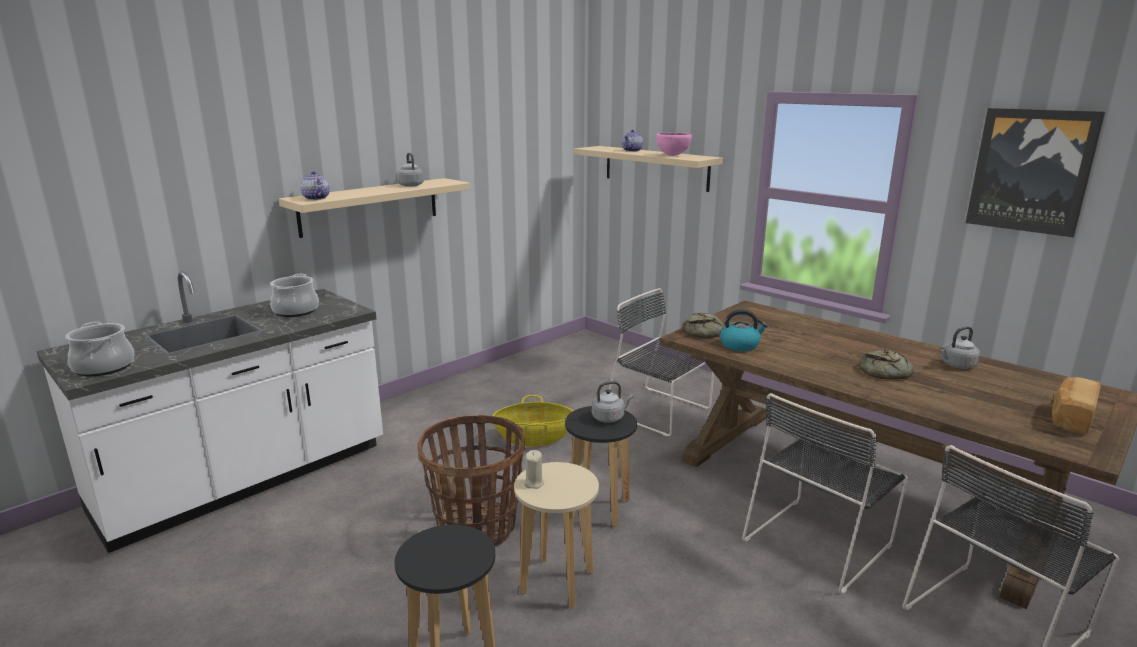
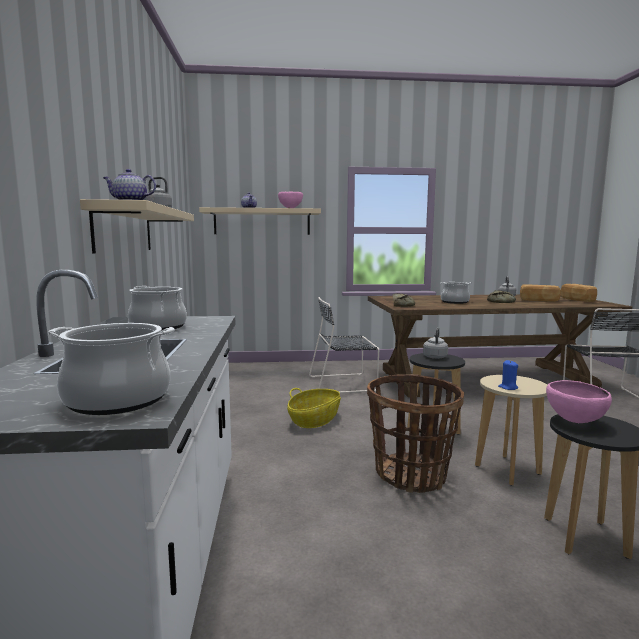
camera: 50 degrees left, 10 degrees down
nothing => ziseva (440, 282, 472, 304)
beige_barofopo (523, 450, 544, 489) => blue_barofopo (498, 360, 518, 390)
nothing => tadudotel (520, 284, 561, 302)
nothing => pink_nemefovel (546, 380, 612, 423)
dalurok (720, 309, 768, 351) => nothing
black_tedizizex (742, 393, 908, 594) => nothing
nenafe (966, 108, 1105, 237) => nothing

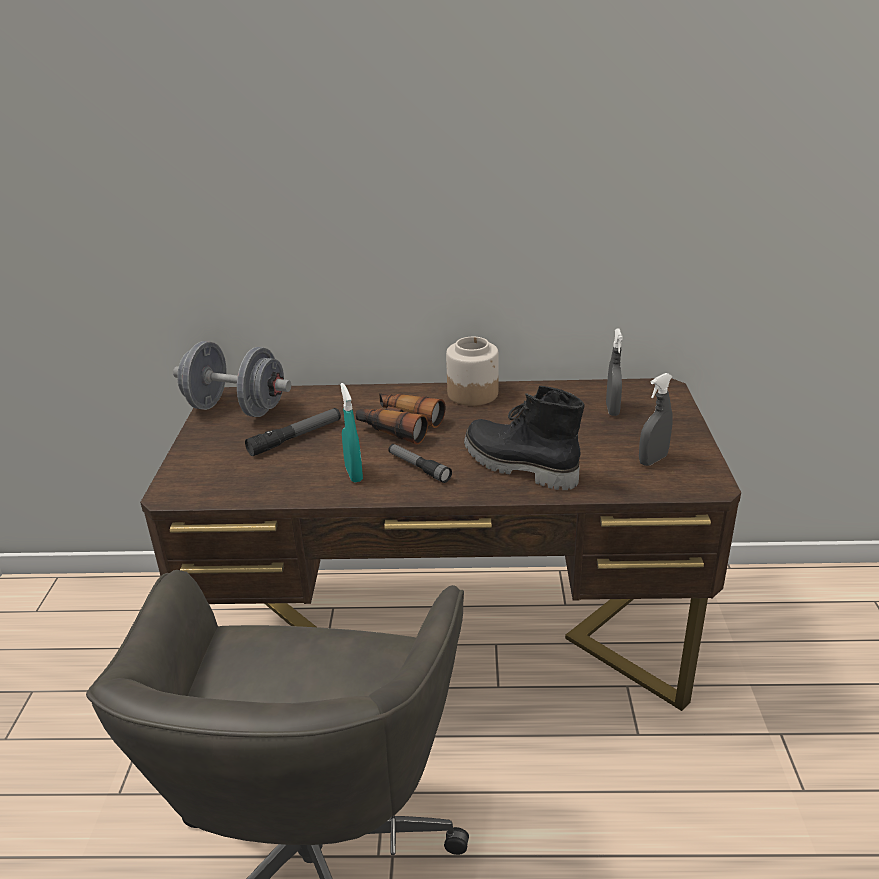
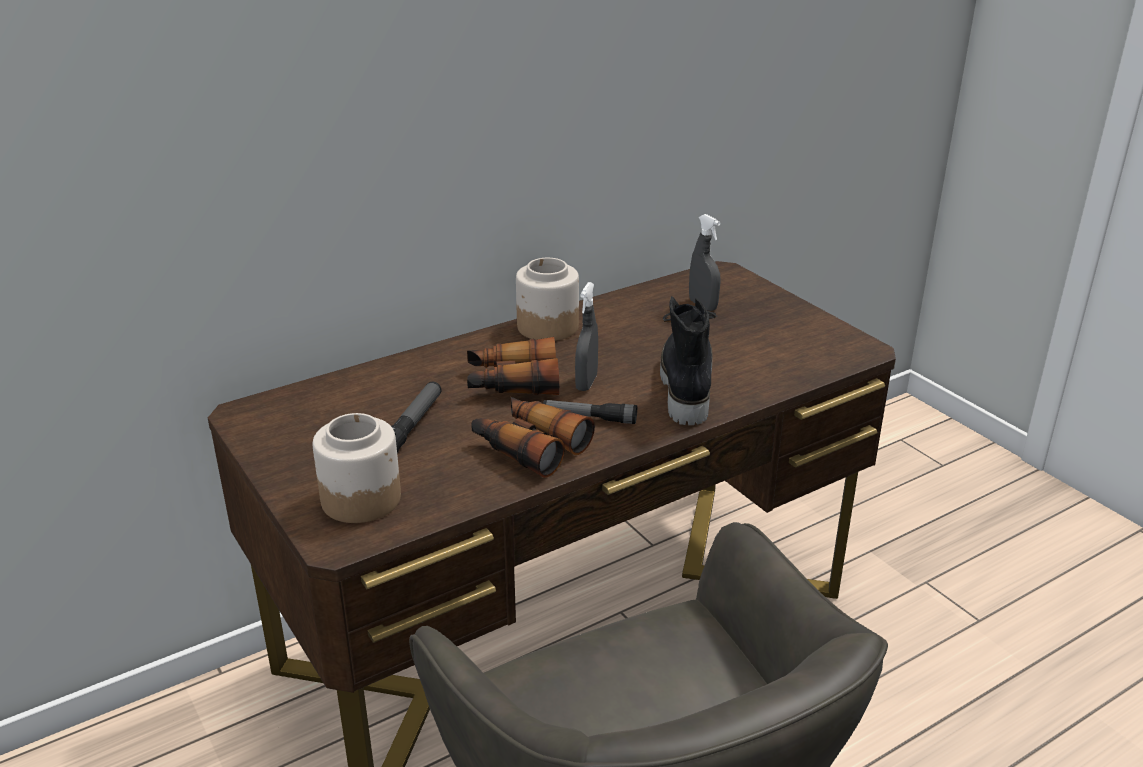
camera: 35 degrees left, 0 degrees up
nothing => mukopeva (312, 413, 401, 523)
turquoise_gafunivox (340, 383, 363, 482) => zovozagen (471, 397, 595, 478)
grey_gafunivox (639, 373, 673, 466) => grey_gafunivox (575, 282, 598, 391), shifted
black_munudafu (464, 386, 585, 490) => black_munudafu (660, 296, 717, 425), 90 degrees clockwise
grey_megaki (173, 341, 291, 417) => nothing

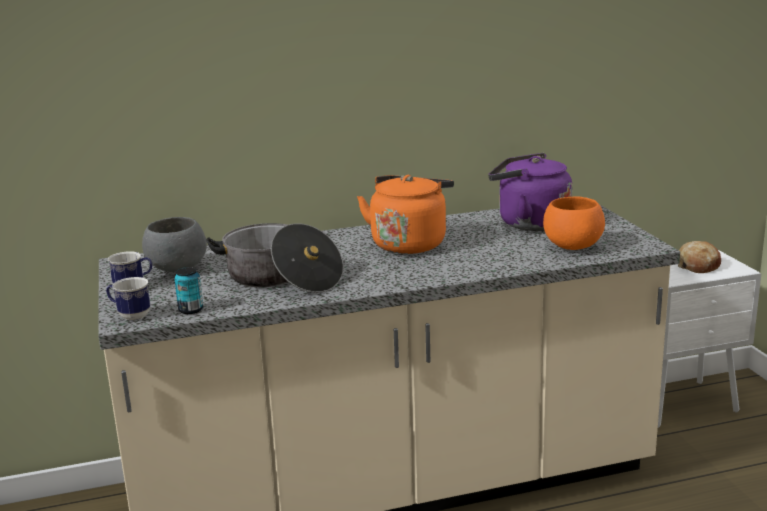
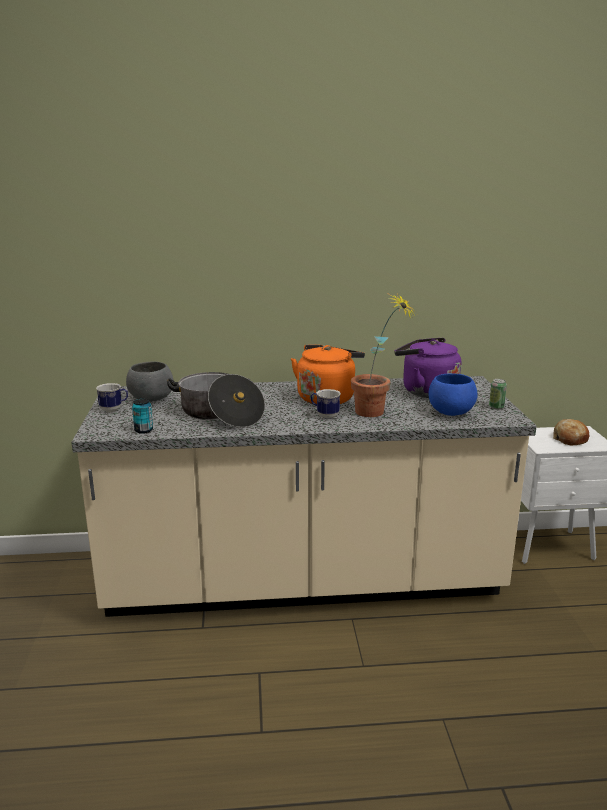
camera: 10 degrees right, 0 degrees up
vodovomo (106, 277, 150, 321) => vodovomo (311, 389, 341, 419), shifted
nothing => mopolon (351, 295, 417, 417)
orange_nemefovel (543, 196, 605, 250) => blue_nemefovel (429, 374, 478, 416)
nothing => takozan (489, 379, 507, 409)

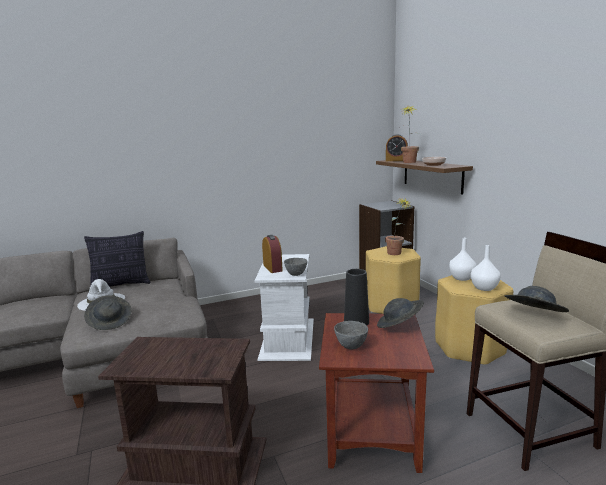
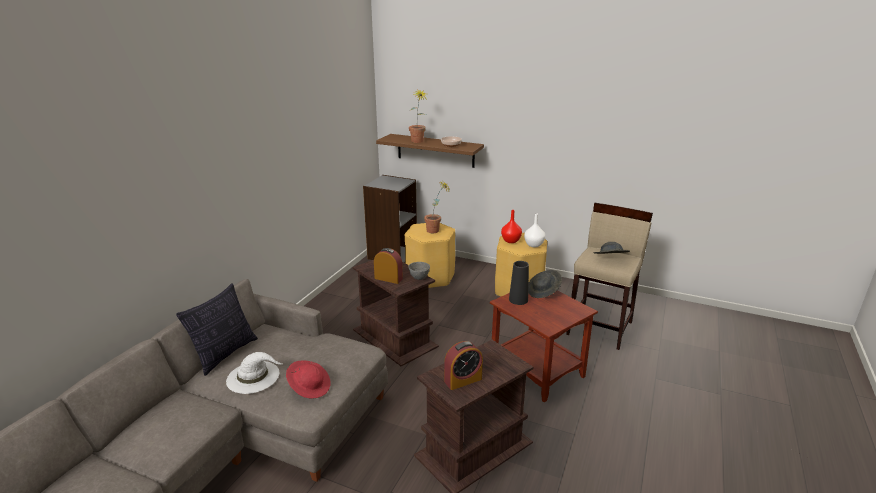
camera: 45 degrees left, 10 degrees up
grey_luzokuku (84, 295, 132, 330) => red_luzokuku (286, 360, 331, 398)
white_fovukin (255, 254, 314, 361) => brown_fovukin (353, 260, 439, 366)
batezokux (386, 134, 408, 161) => batezokux (444, 341, 483, 390), shifted
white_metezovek (449, 238, 477, 281) => red_metezovek (501, 210, 522, 243)
grey_nemefovel (334, 321, 368, 350) => nothing

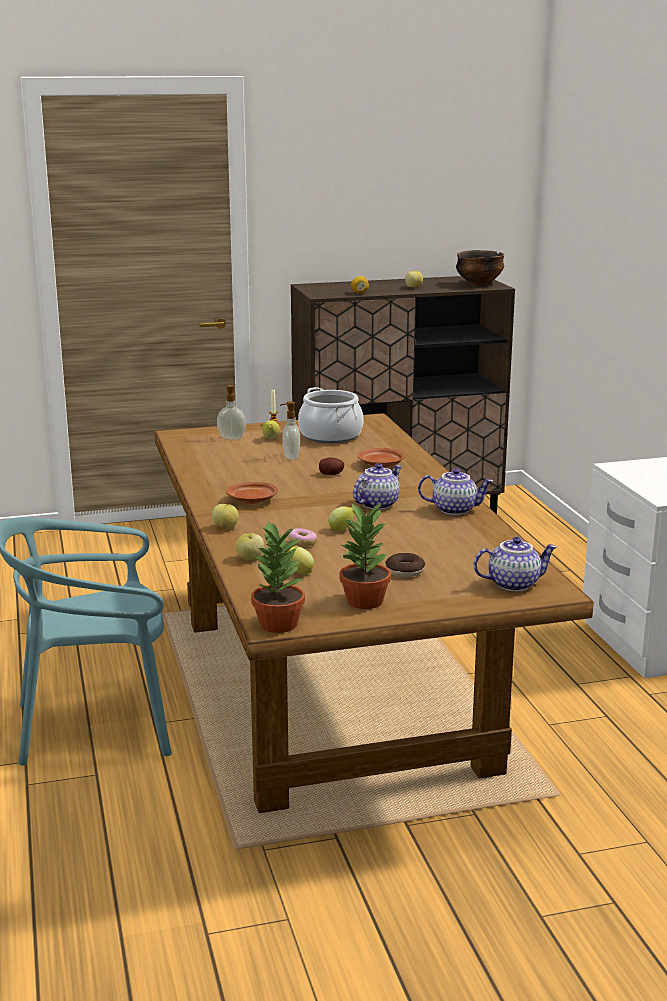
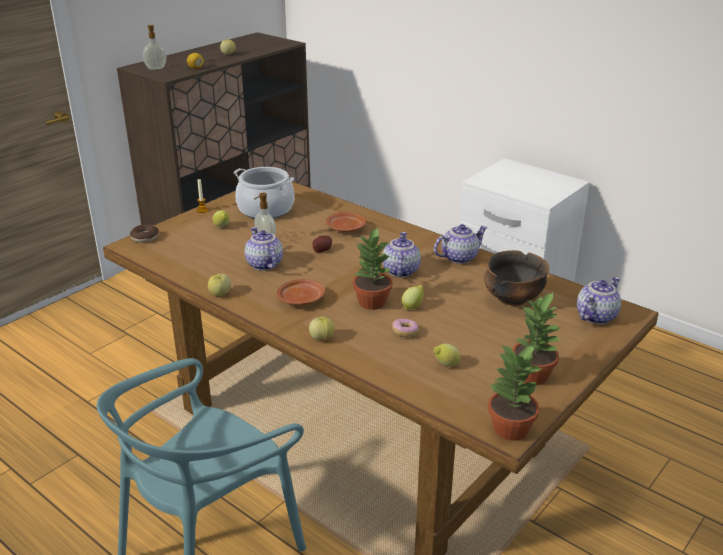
camera: 35 degrees left, 10 degrees up
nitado (385, 553, 426, 577) => nitado (130, 224, 159, 243), shifted
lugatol (217, 385, 246, 440) => lugatol (143, 25, 166, 70), shifted
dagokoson (236, 533, 264, 560) => dagokoson (208, 274, 231, 296), shifted
nothing => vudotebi (245, 227, 283, 271)
nothing => mopolon (353, 228, 393, 310)
nemefovel (456, 250, 504, 286) => nemefovel (484, 250, 549, 306), shifted

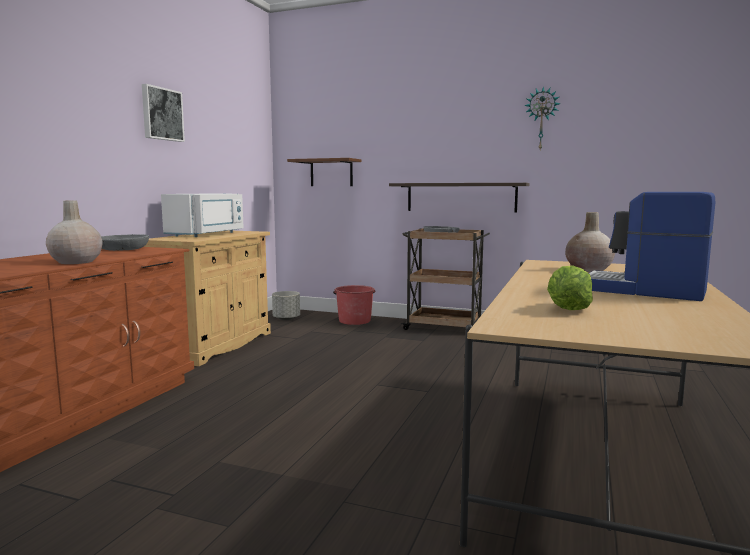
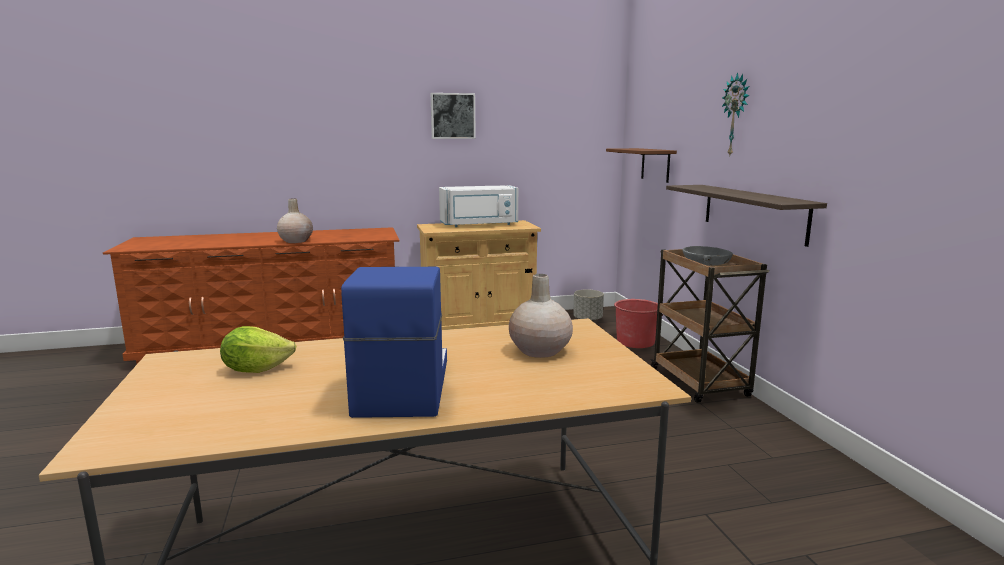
camera: 55 degrees right, 5 degrees up
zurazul (524, 86, 561, 150) => zurazul (722, 73, 750, 157), shifted
grey_nemefovel (101, 234, 149, 251) => nothing

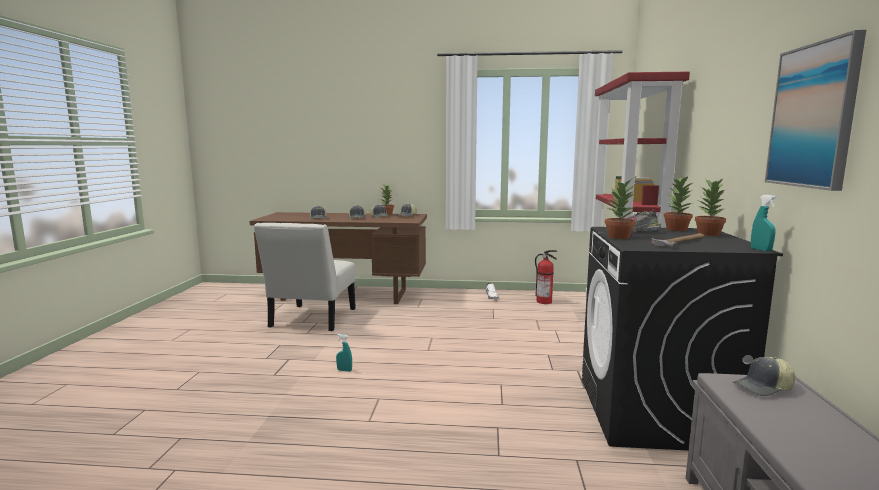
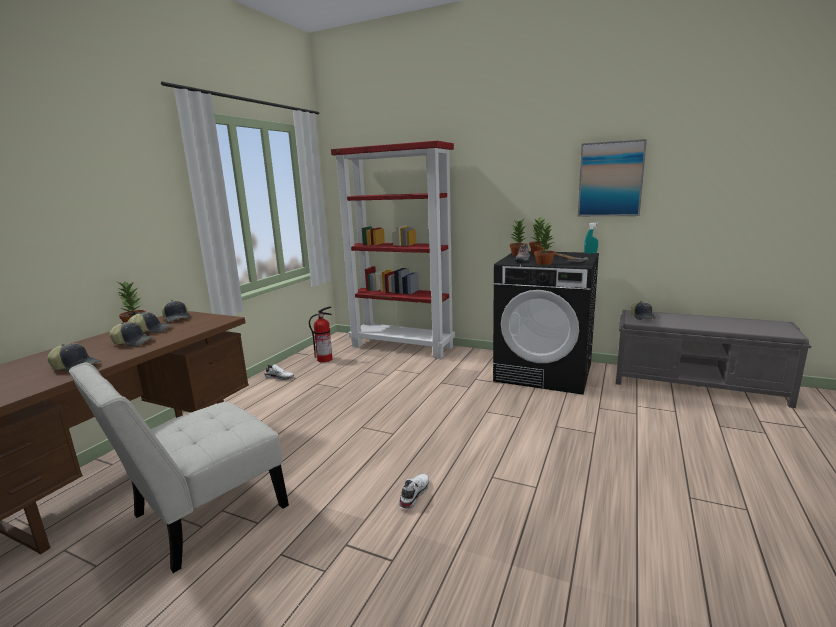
camera: 70 degrees left, 5 degrees up
white_tedizizex (254, 223, 356, 331) => white_tedizizex (69, 363, 289, 573), 105 degrees clockwise
turquoise_gafunivox (336, 334, 352, 372) => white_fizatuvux (399, 474, 429, 509)

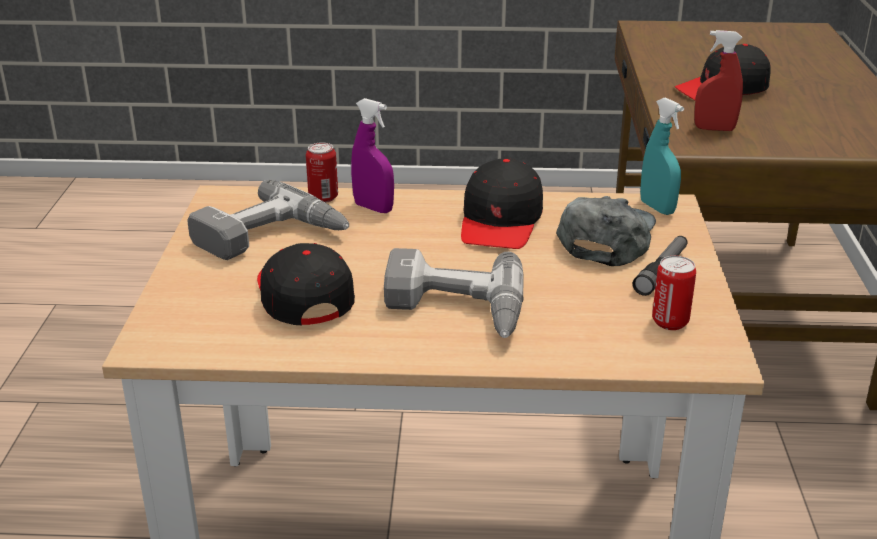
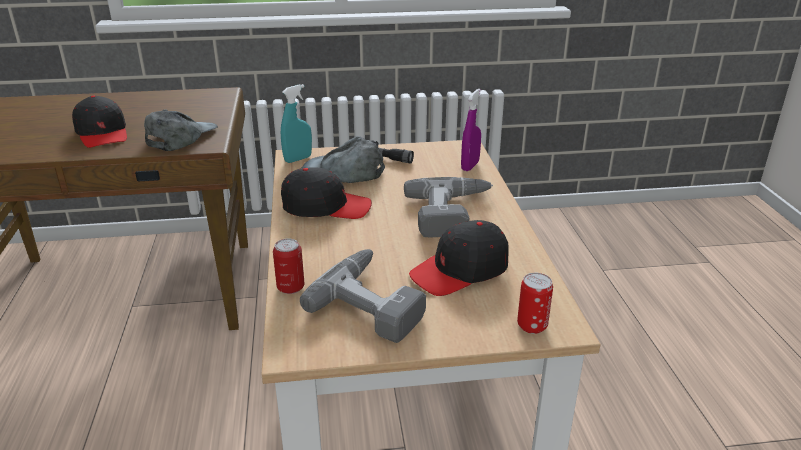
camera: 100 degrees left, 0 degrees up
red_gafunivox (694, 30, 743, 131) => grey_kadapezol (144, 109, 218, 151)
purple_gafunivox (351, 98, 394, 213) => purple_gafunivox (461, 89, 481, 171), shifted
takozan (652, 256, 696, 330) => takozan (517, 273, 553, 334), shifted

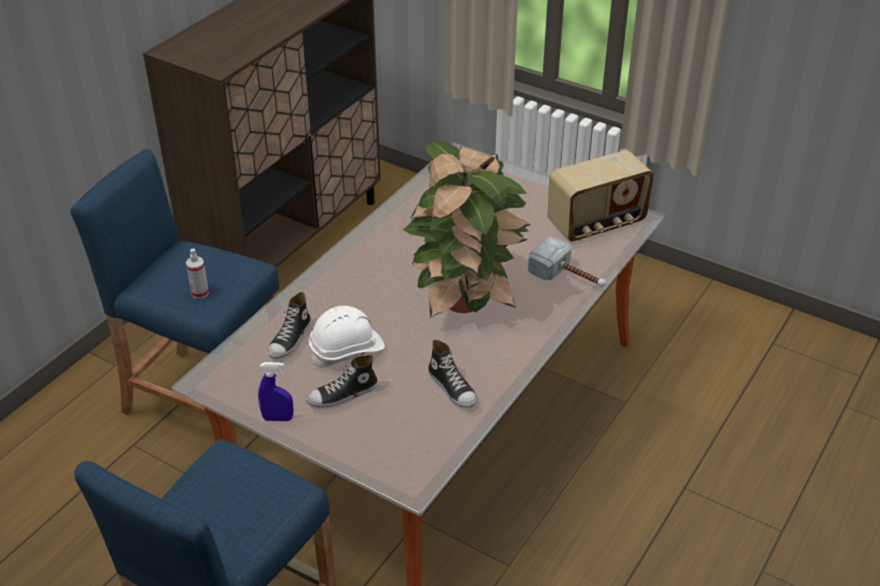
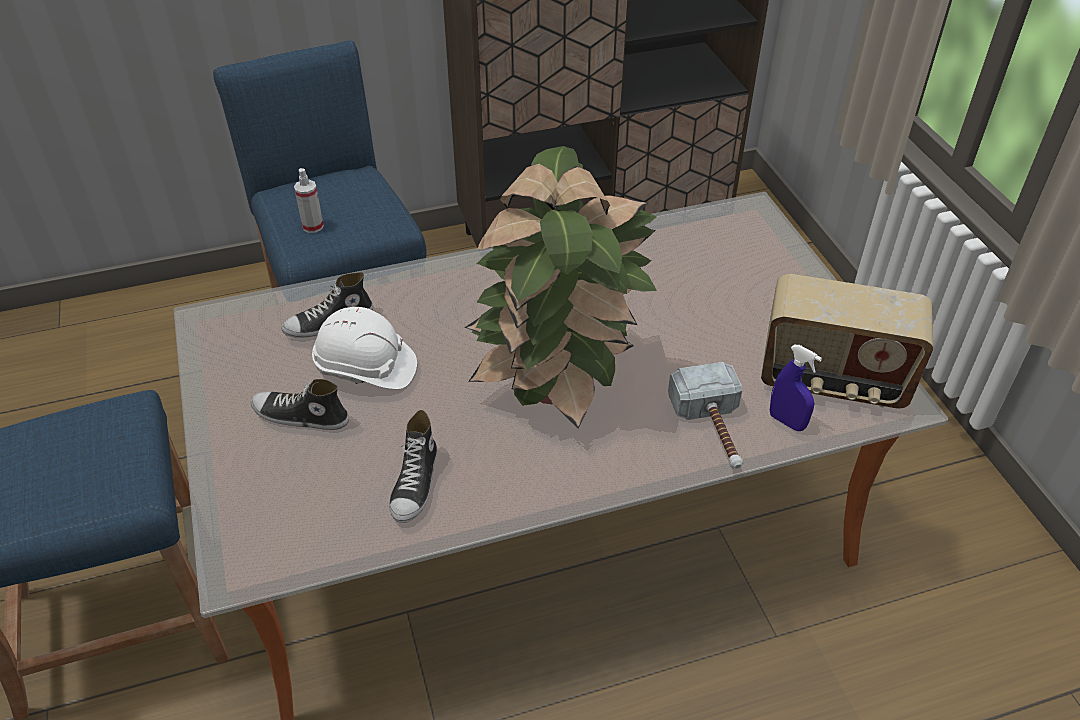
camera: 40 degrees right, 5 degrees up
blue_gafunivox (258, 362, 294, 421) => blue_gafunivox (770, 345, 822, 431), shifted

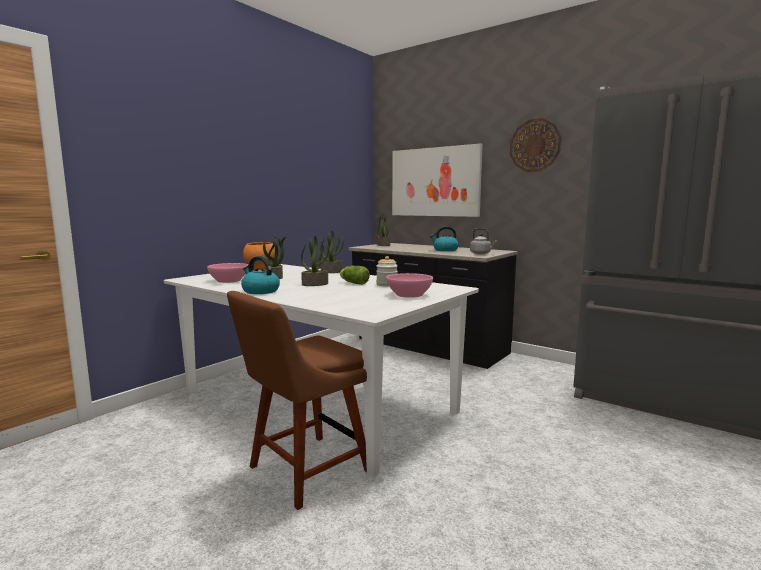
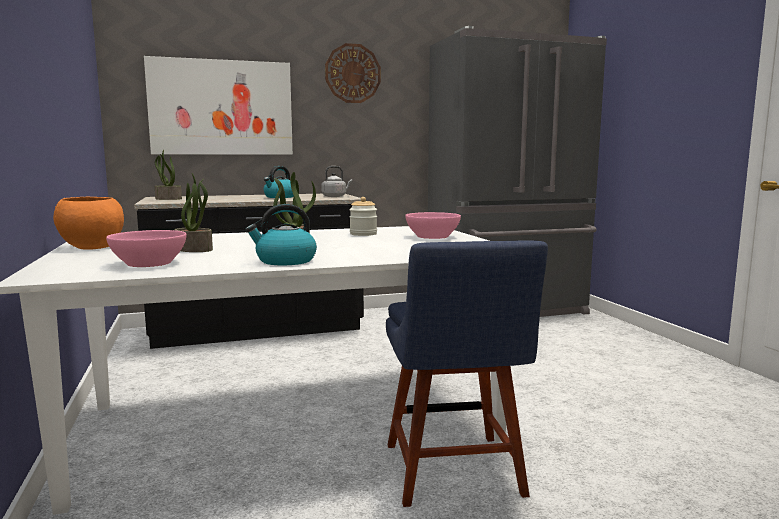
camera: 55 degrees left, 0 degrees up
brown_tedizizex (227, 291, 367, 510) => blue_tedizizex (386, 240, 548, 507)
mopolon (320, 230, 344, 273) => nothing
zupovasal (340, 266, 370, 285) => nothing

